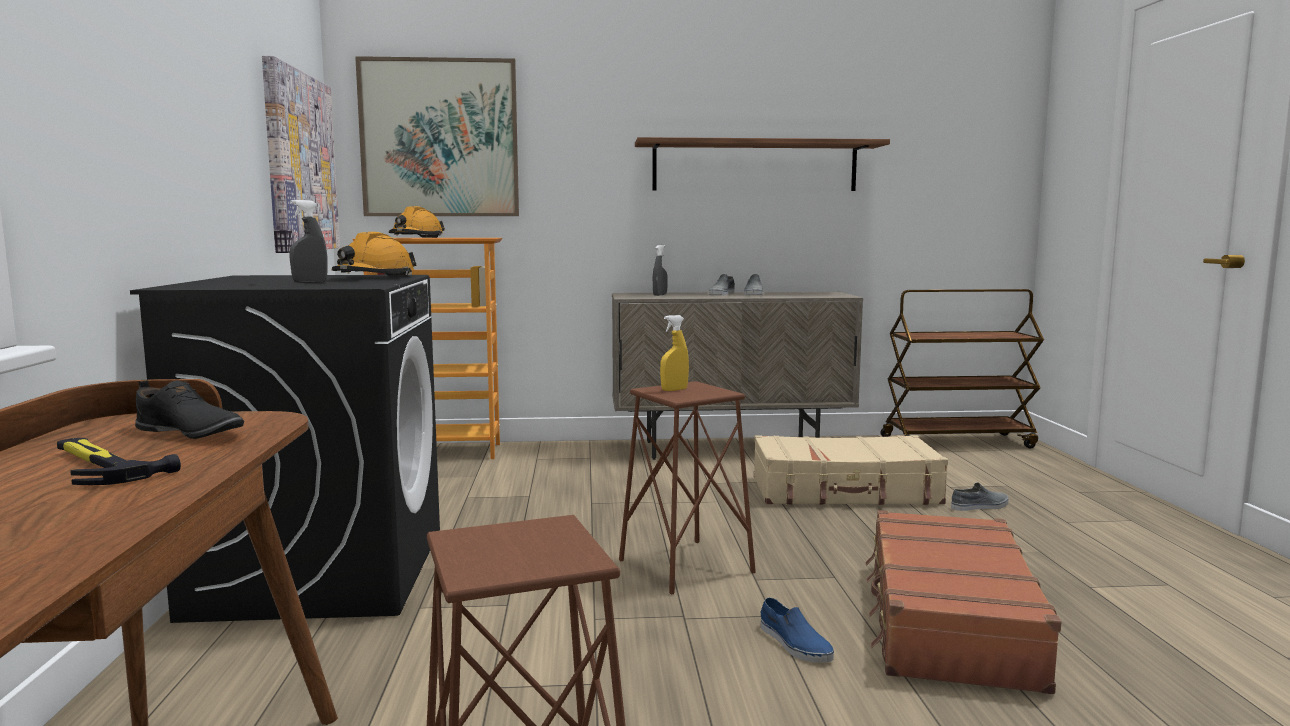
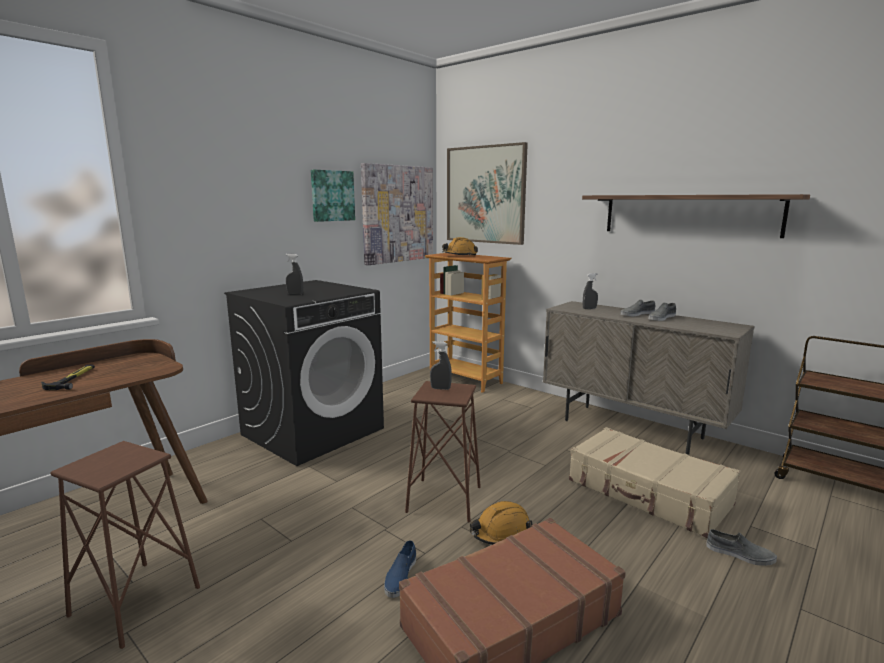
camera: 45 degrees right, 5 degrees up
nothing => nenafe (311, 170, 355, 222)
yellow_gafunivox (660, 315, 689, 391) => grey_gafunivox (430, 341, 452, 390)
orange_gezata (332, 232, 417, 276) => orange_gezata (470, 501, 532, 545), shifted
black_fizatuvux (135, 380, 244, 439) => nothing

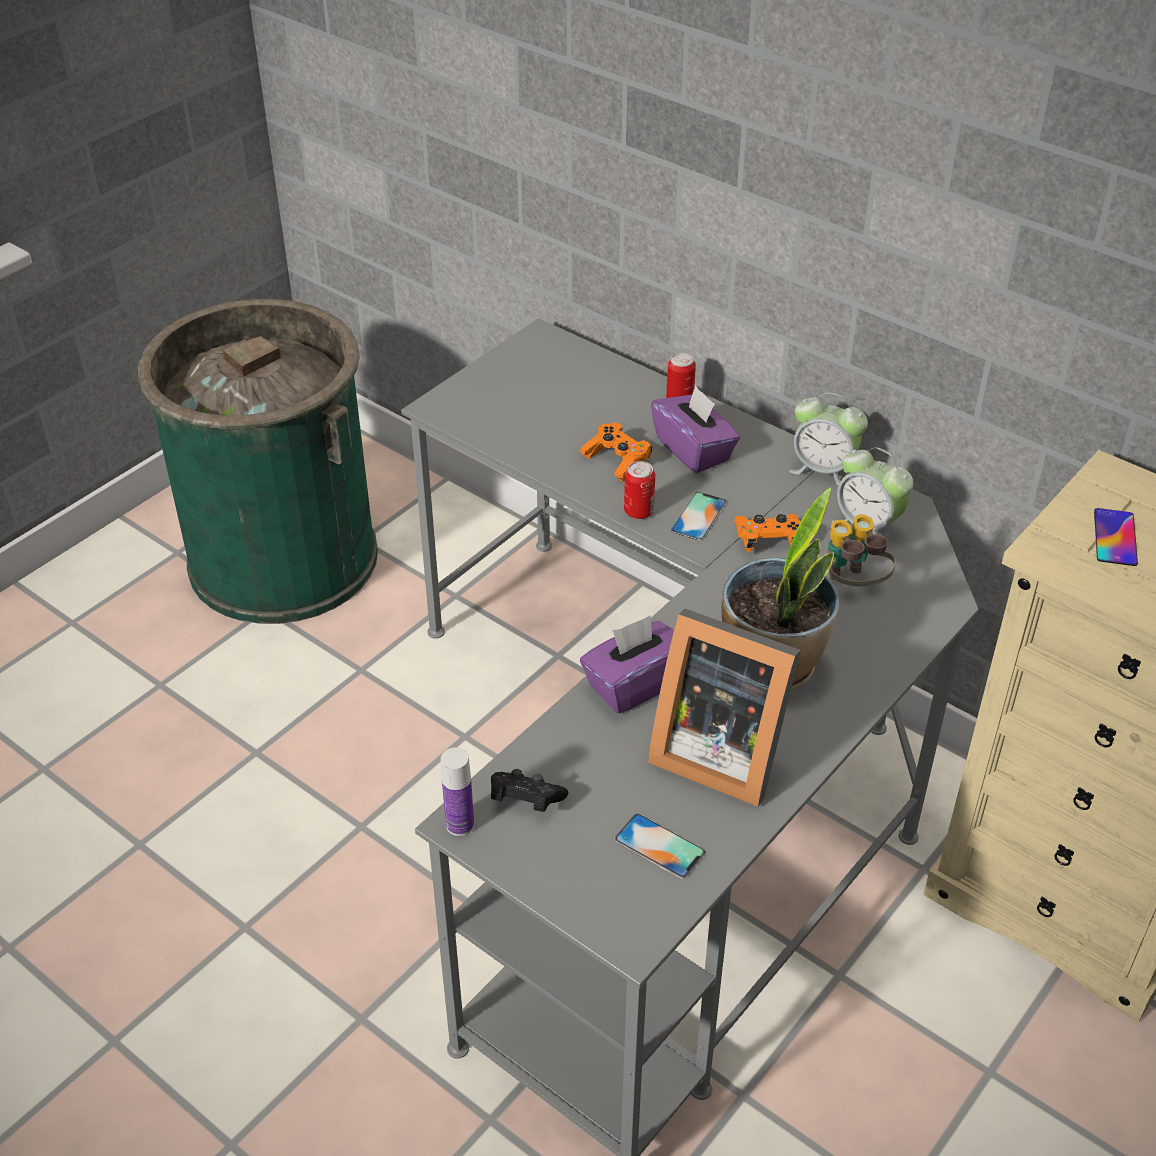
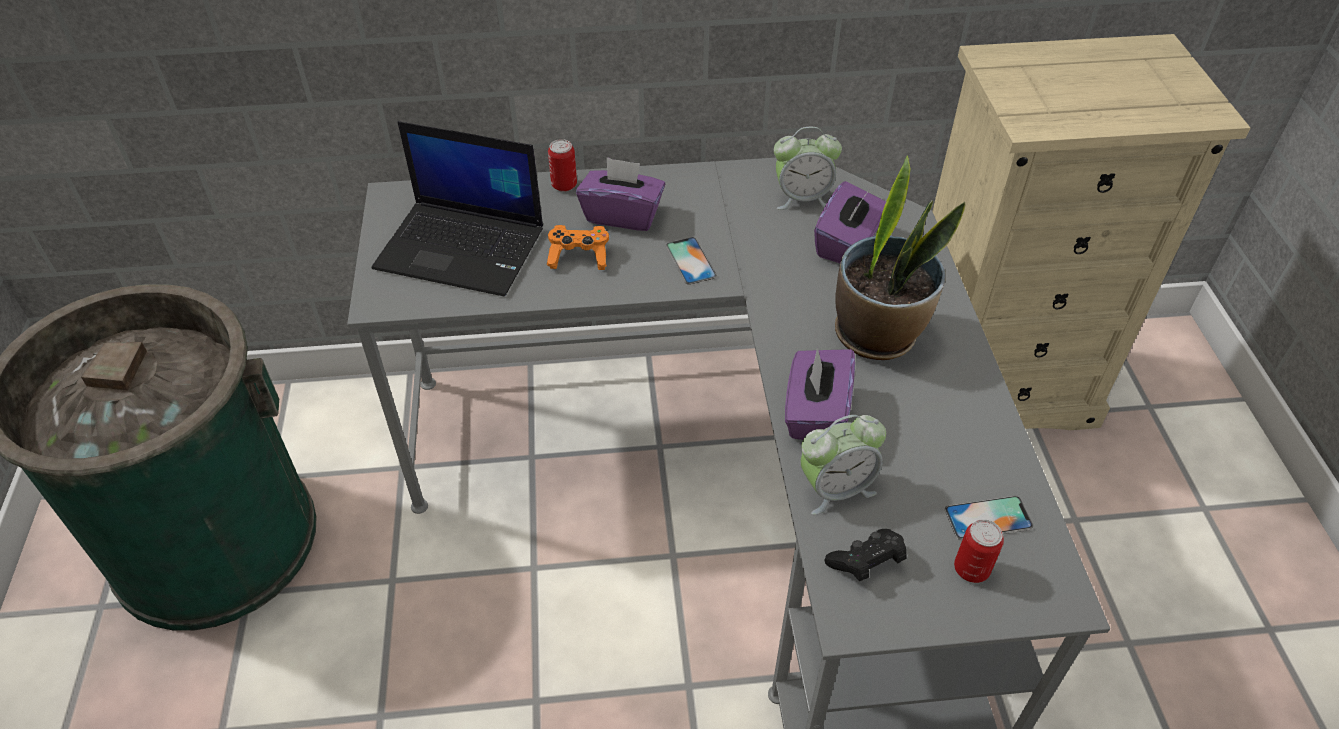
camera: 45 degrees left, 5 degrees up
nothing => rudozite (372, 121, 543, 297)
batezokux (789, 392, 868, 486) => batezokux (800, 415, 886, 515), shifted
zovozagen (827, 514, 896, 587) => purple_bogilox (814, 181, 886, 263)
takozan (624, 461, 655, 519) => takozan (954, 519, 1004, 583), shifted
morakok (441, 748, 474, 836) => nothing
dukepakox (648, 609, 801, 807) => nothing
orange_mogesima (734, 514, 801, 552) => nothing
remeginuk (1094, 508, 1138, 566) => nothing

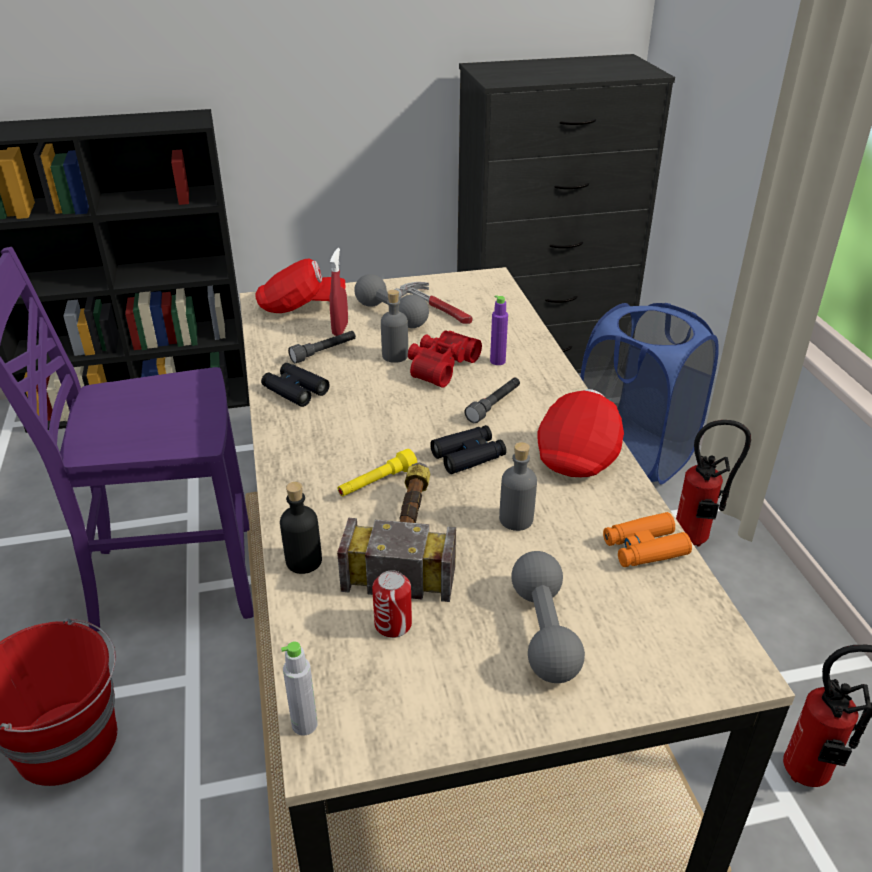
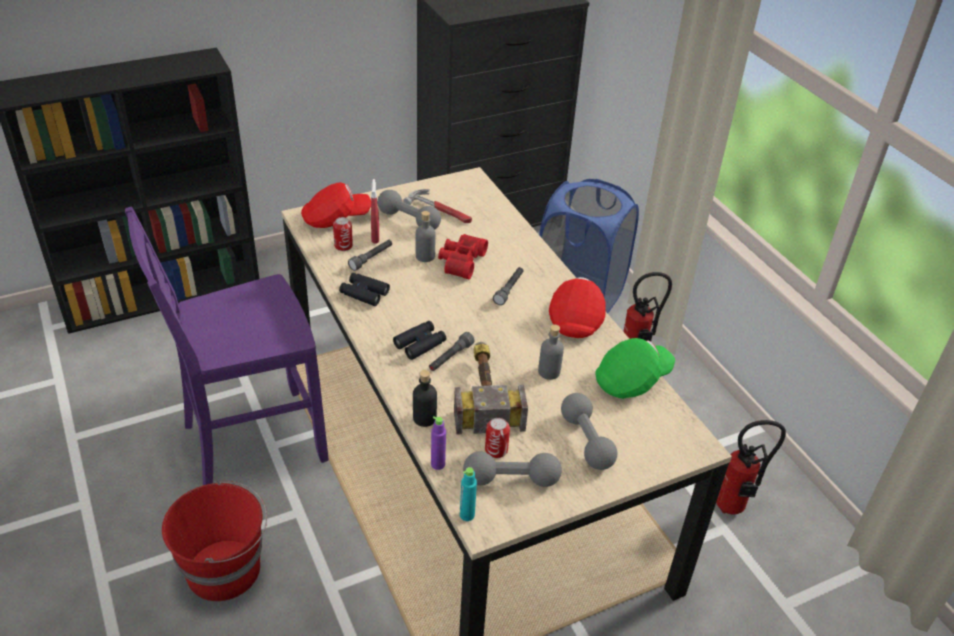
camera: 15 degrees left, 5 degrees up
nothing => takozan (333, 217, 353, 251)
black_zovozagen (430, 425, 506, 474) => black_zovozagen (393, 321, 446, 360), shifted
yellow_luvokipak (338, 449, 417, 497) => grey_luvokipak (429, 332, 475, 371)
purple_morakok (490, 295, 508, 365) => purple_morakok (431, 416, 446, 470), shifted
grey_morakok (281, 641, 318, 736) => turquoise_morakok (460, 467, 477, 521)
nothing => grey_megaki (463, 451, 562, 487)
orange_zovozagen (603, 512, 692, 567) => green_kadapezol (596, 338, 675, 399)

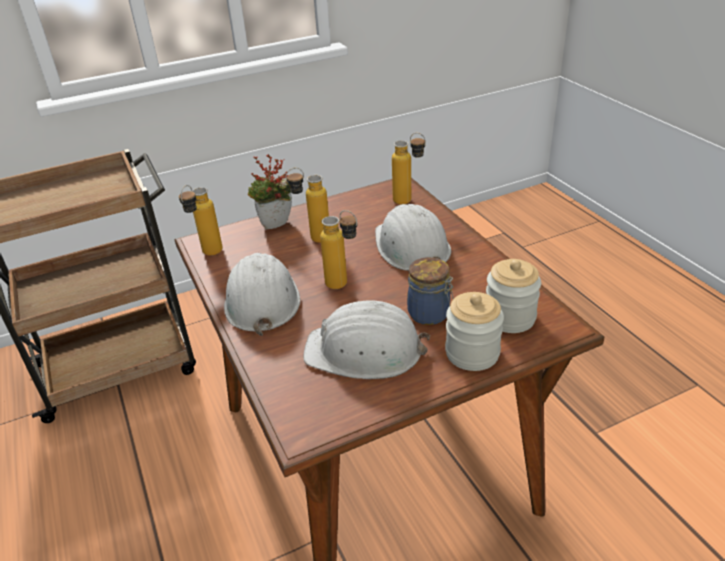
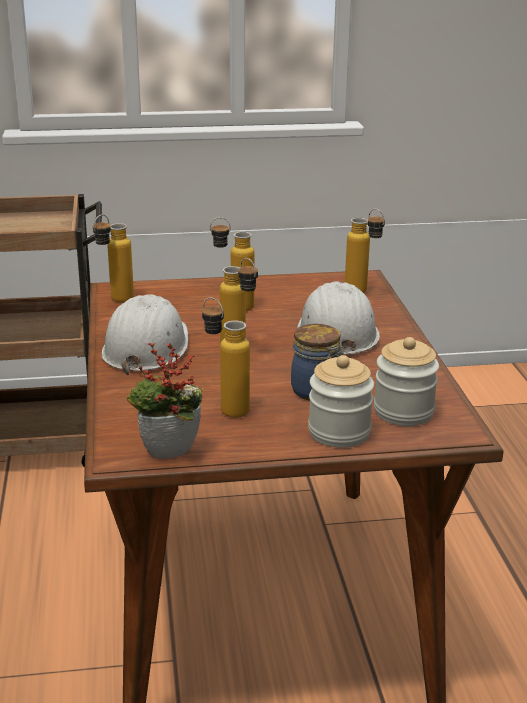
camera: 15 degrees right, 10 degrees down
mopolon (248, 154, 292, 229) => mopolon (127, 342, 203, 459), shifted
white_gezata (303, 300, 430, 379) => morakok (202, 297, 250, 418)

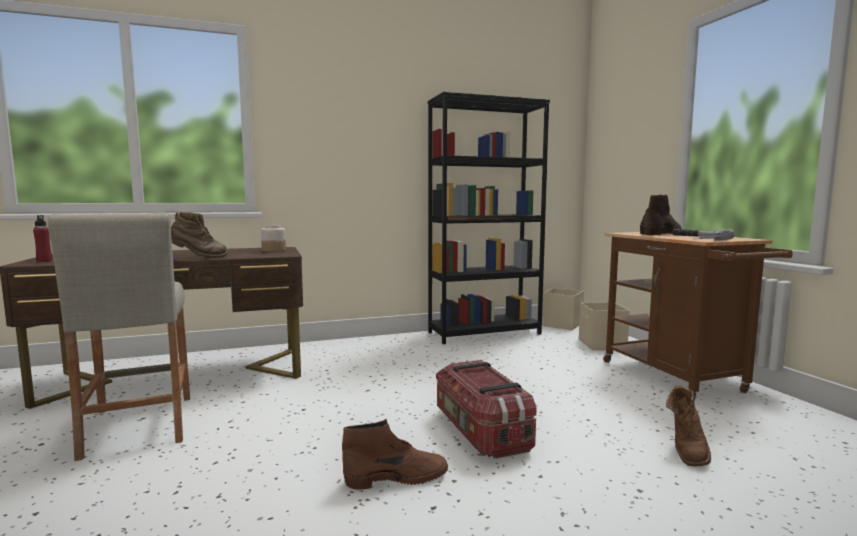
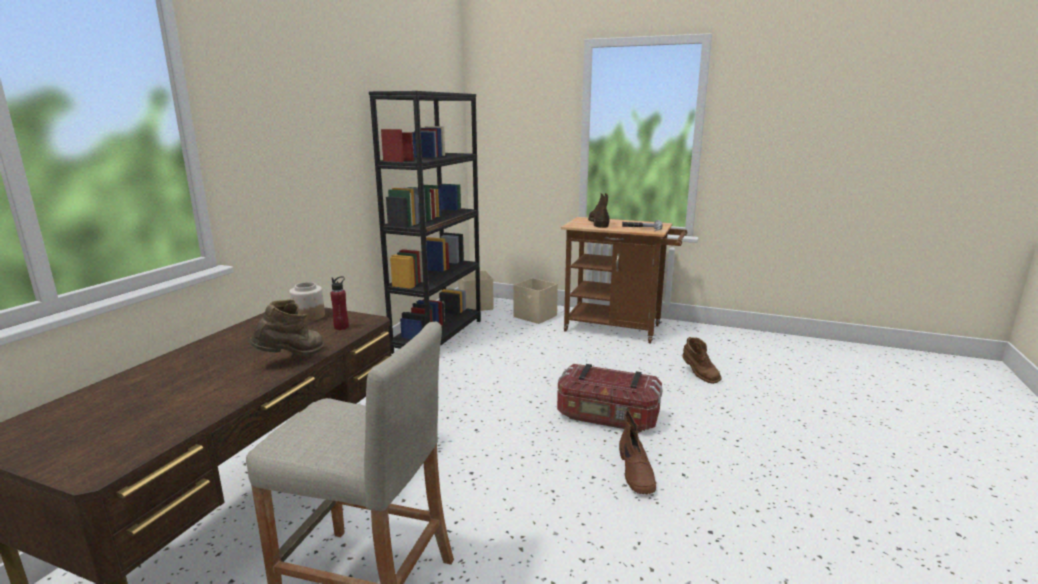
camera: 50 degrees left, 10 degrees up
red_morakok (33, 215, 52, 262) => red_morakok (330, 276, 349, 330), shifted
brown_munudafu (342, 419, 448, 490) => brown_munudafu (619, 410, 657, 494), 150 degrees clockwise

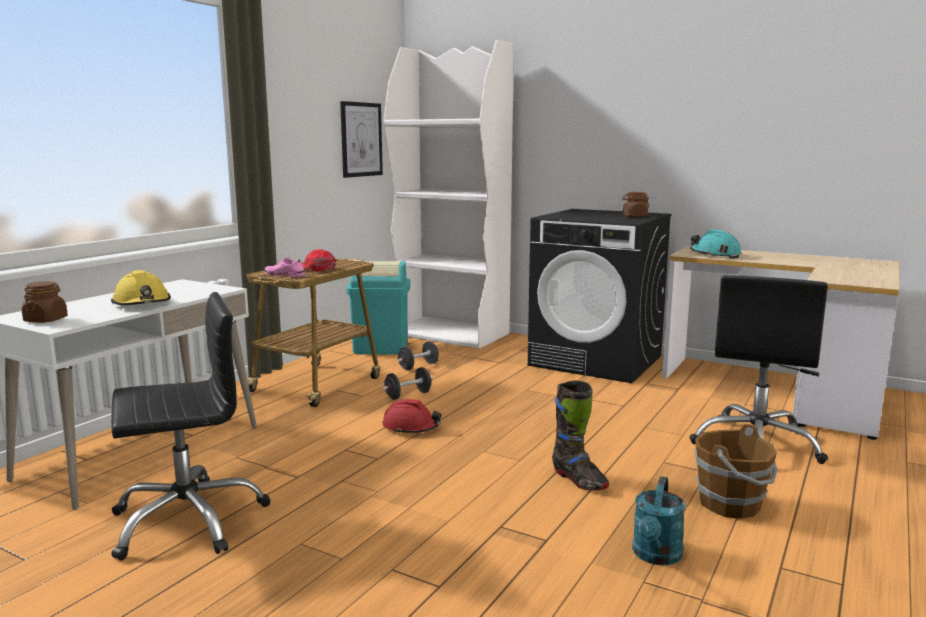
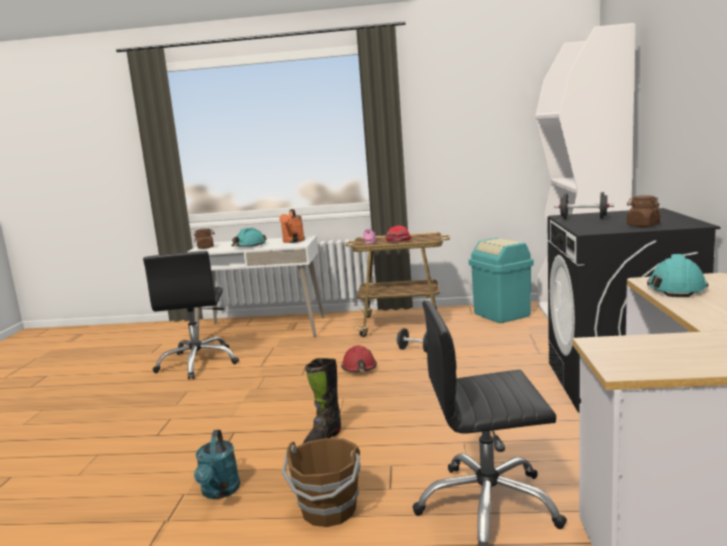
camera: 65 degrees right, 0 degrees up
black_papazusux (111, 292, 271, 560) => black_papazusux (143, 251, 239, 379), 45 degrees clockwise
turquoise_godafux (632, 476, 685, 565) => turquoise_godafux (194, 430, 240, 499), 90 degrees counterclockwise
yellow_gezata (111, 270, 171, 305) => turquoise_gezata (231, 228, 267, 247)
nothing => orange_godafux (279, 209, 305, 243)
black_megaki (398, 341, 439, 370) => black_megaki (554, 192, 614, 220), shifted
nenafe (340, 101, 383, 178) => nothing

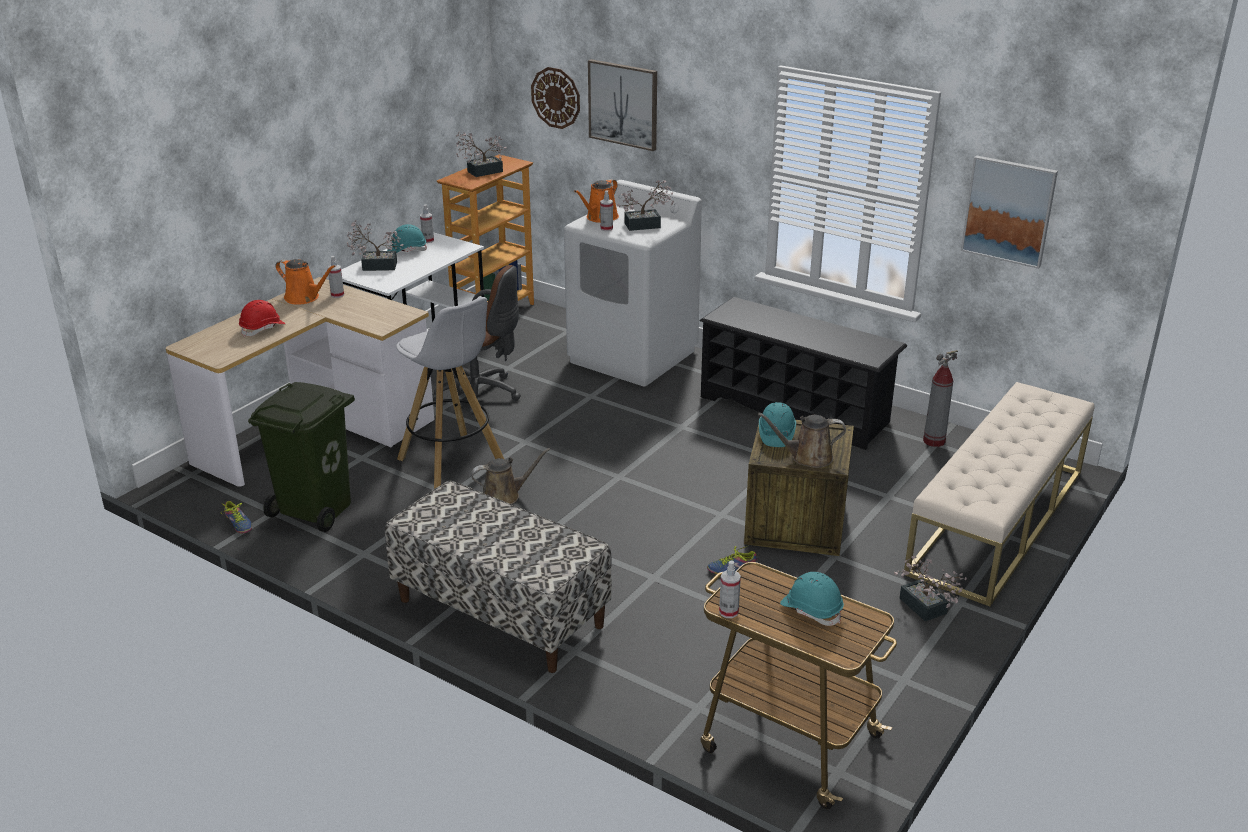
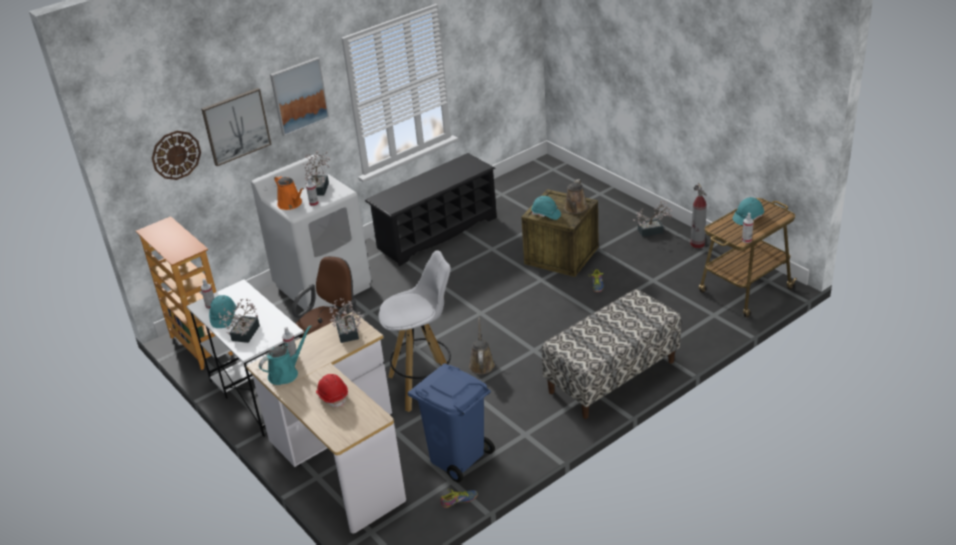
camera: 70 degrees left, 5 degrees up
orange_godafux (276, 259, 336, 305) => turquoise_godafux (259, 325, 311, 385)
nenafe (961, 155, 1058, 269) => nenafe (270, 57, 330, 136), shifted
mopolon (456, 131, 506, 177) => mopolon (329, 298, 364, 343), shifted
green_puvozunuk (248, 382, 355, 532) => blue_puvozunuk (408, 363, 495, 483)
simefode (923, 350, 958, 447) => simefode (690, 183, 707, 248), shifted
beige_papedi (904, 382, 1095, 606) => nothing

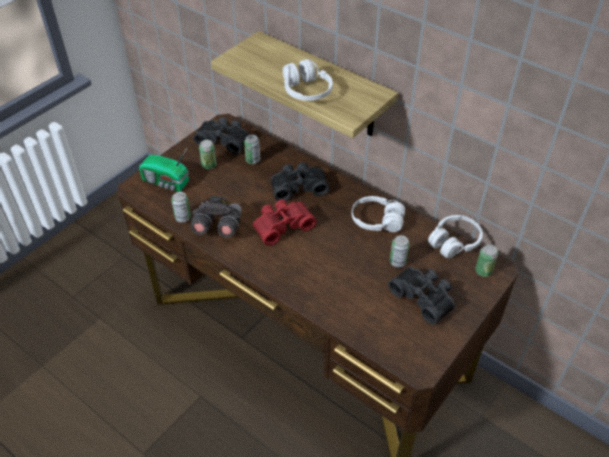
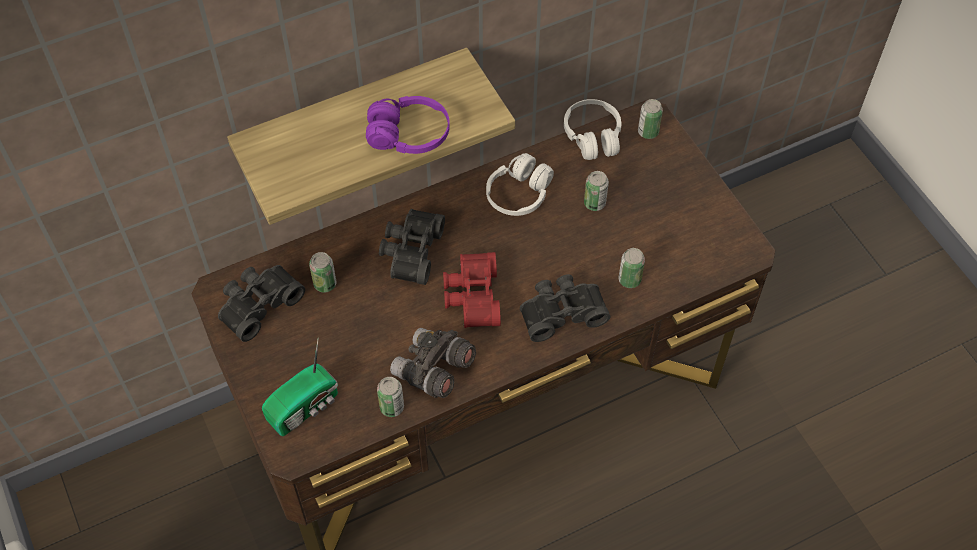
camera: 65 degrees left, 10 degrees up
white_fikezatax (283, 59, 333, 101) => purple_fikezatax (366, 96, 450, 154)
black_zovozagen (388, 267, 455, 325) => black_zovozagen (520, 274, 610, 342), shifted
takozan (199, 140, 216, 169) => takozan (618, 248, 645, 288), shifted

